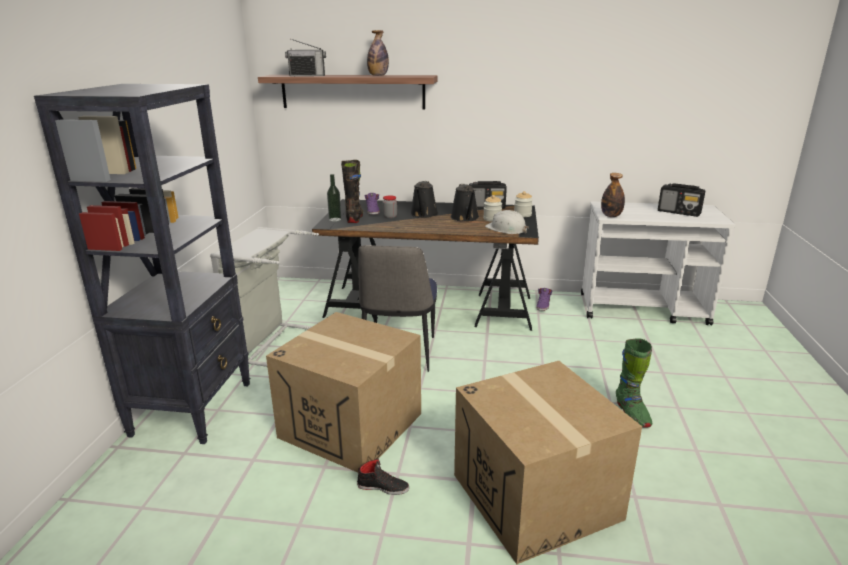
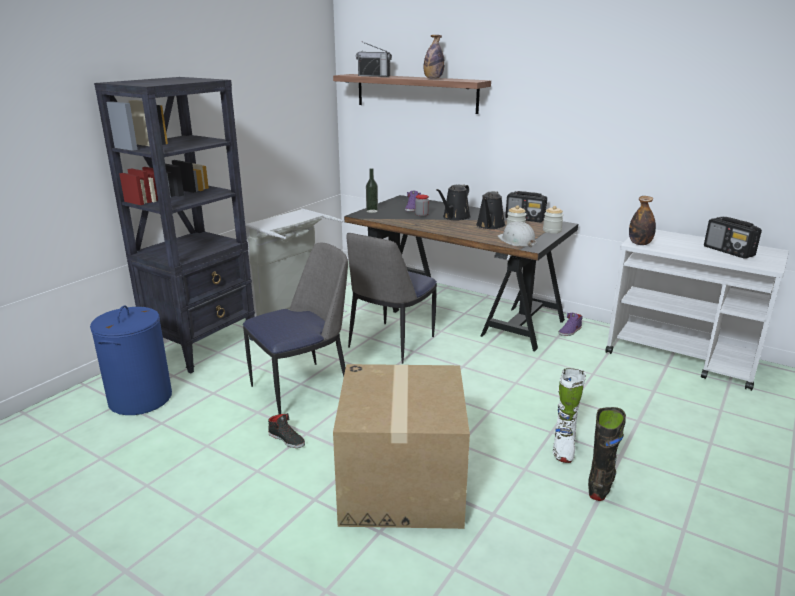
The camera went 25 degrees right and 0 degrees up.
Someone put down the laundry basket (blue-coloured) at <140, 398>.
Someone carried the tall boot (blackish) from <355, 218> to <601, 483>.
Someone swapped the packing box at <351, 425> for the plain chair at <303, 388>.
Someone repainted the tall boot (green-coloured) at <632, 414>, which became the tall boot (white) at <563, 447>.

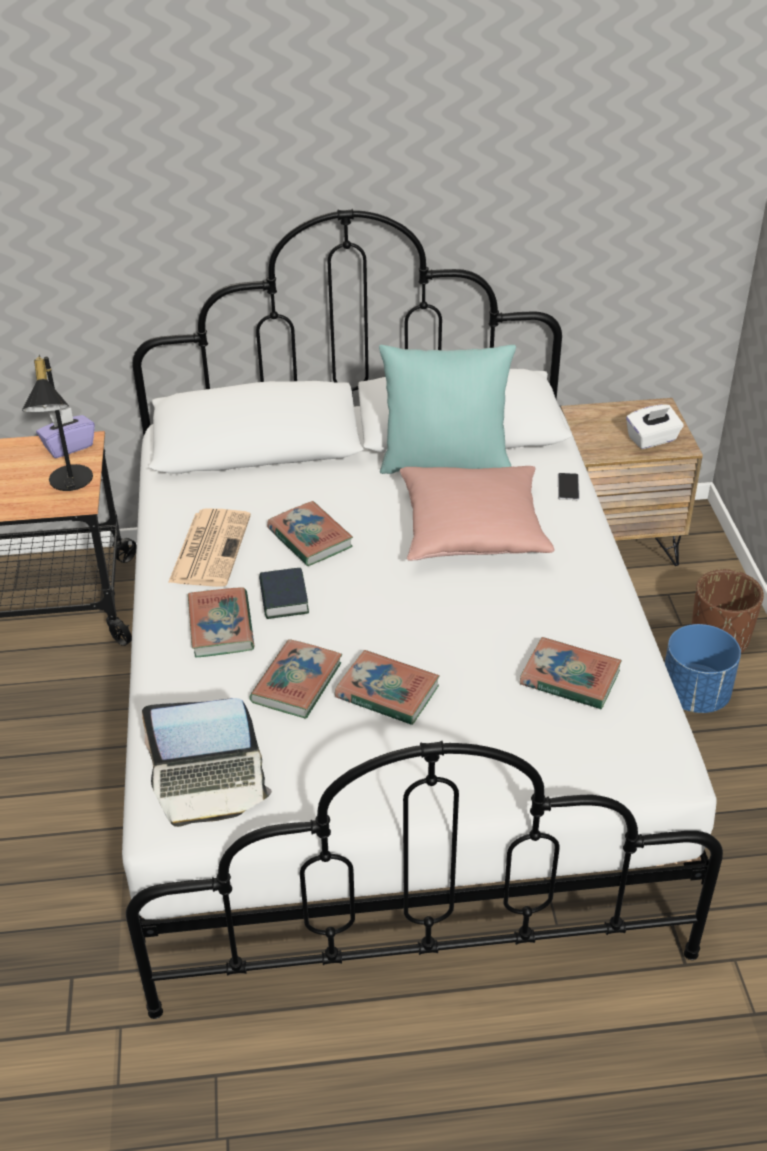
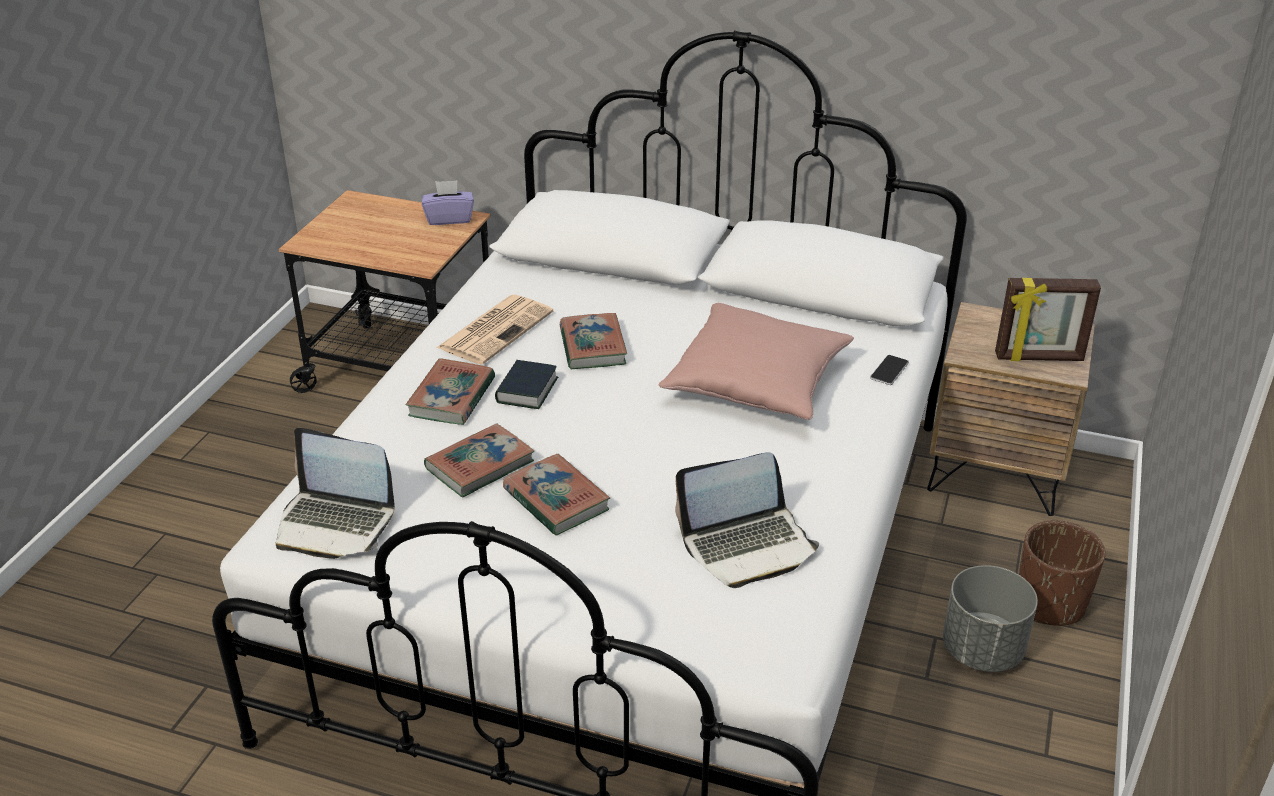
The camera went 25 degrees right and 5 degrees down.
Someone took away the tabletop lamp (blackish) at <68, 483>.
Someone took away the throw pillow (turquoise-coloured) at <445, 463>.
Someone swapped the bound book at <570, 678> for the notebook computer at <748, 545>.
Someone swapped the tissue box (white) at <652, 439> for the photo frame at <1039, 358>.
Someone repainted the planter (blue-coloured) at <695, 695>, which became the planter (grey) at <983, 650>.

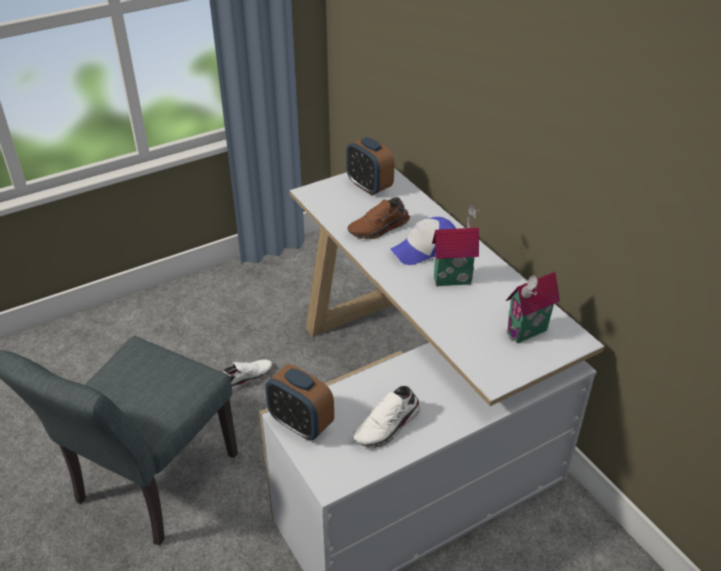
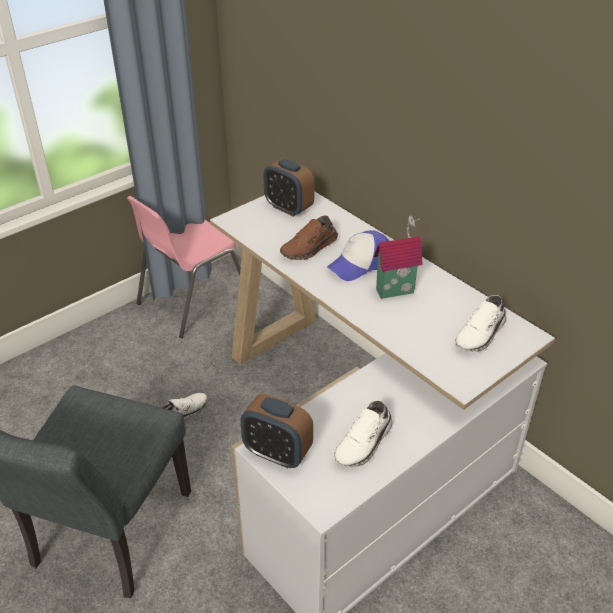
The camera went 10 degrees left and 0 degrees up.
Someone put down the plain chair (pink-coloured) at <192, 301>.
Someone swapped the toy house at <528, 333> for the item of footwear (white) at <481, 334>.

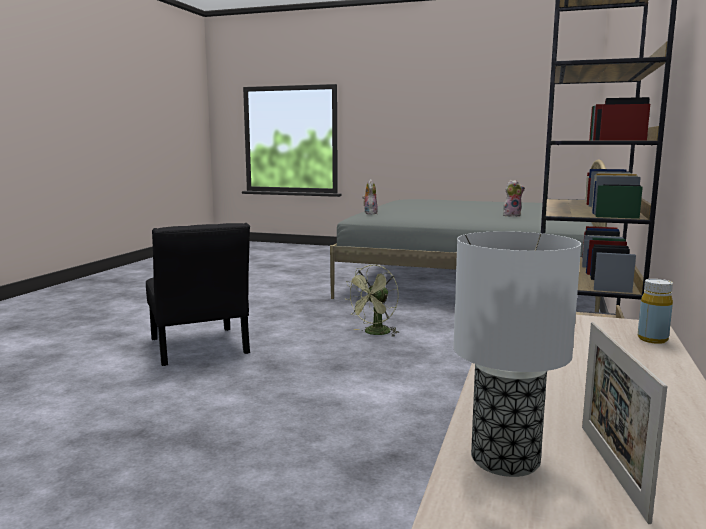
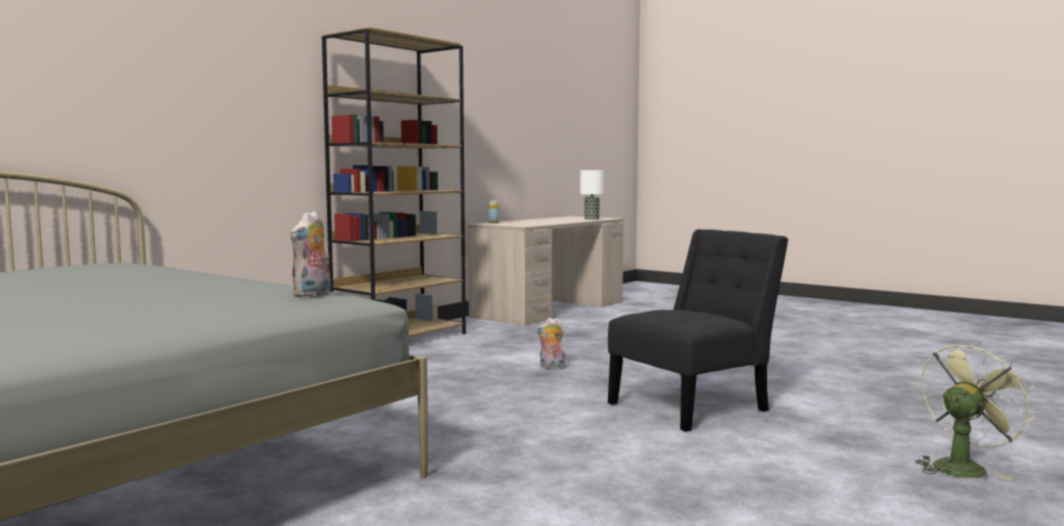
The camera went 160 degrees left and 5 degrees down.
Someone took away the photo frame at <611, 469>.
Someone carried the cooling fan (green-coloured) from <375, 333> to <963, 467>.
Someone carried the cuddly toy from <512, 215> to <551, 368>.
Someone rotated the plain chair (blackish) at <199, 348> by 60 degrees clockwise.

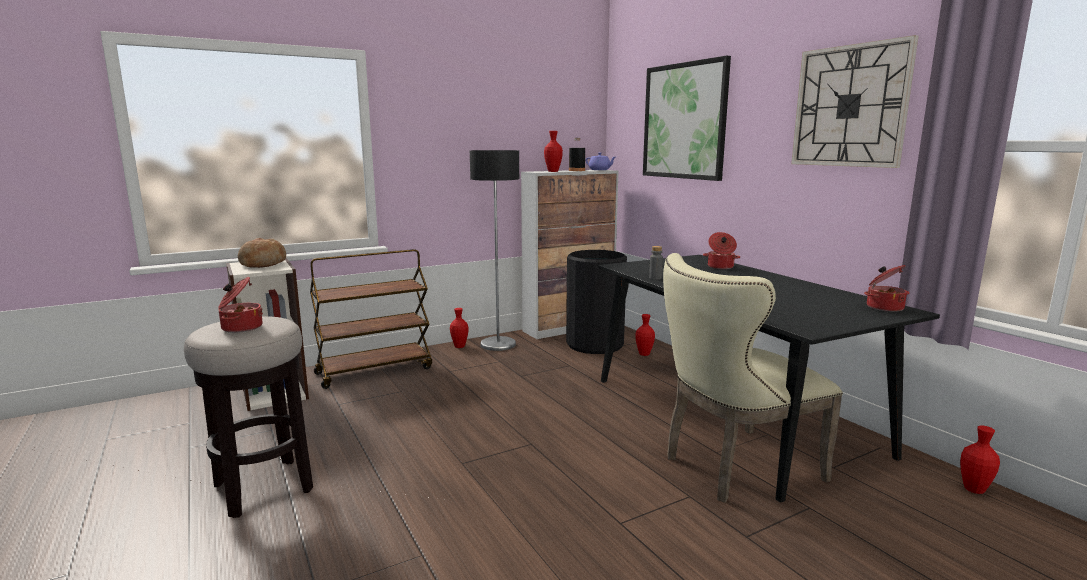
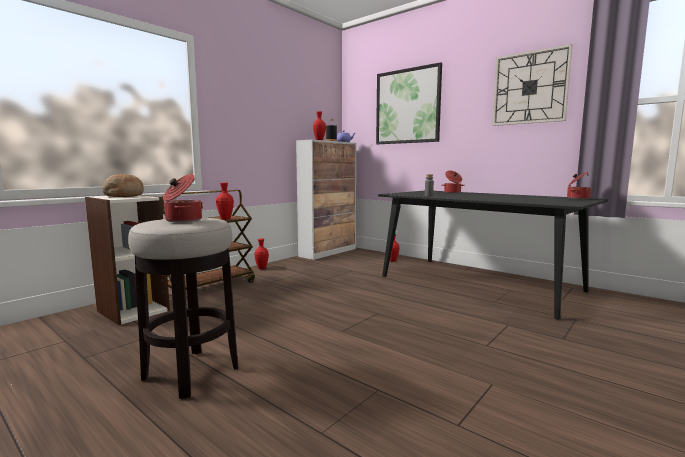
The camera went 20 degrees left and 5 degrees down.
Someone took away the standing lamp at <498, 344>.
Someone took away the rubbish bin (blackish) at <595, 344>.
Someone took away the plain chair (beige-coloured) at <733, 467>.
Someone carried the flower vase (red) from <974, 489> to <225, 219>.

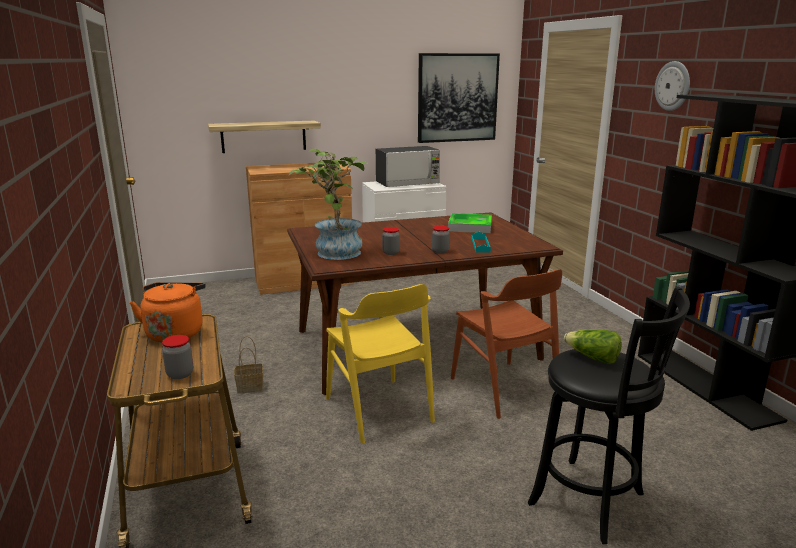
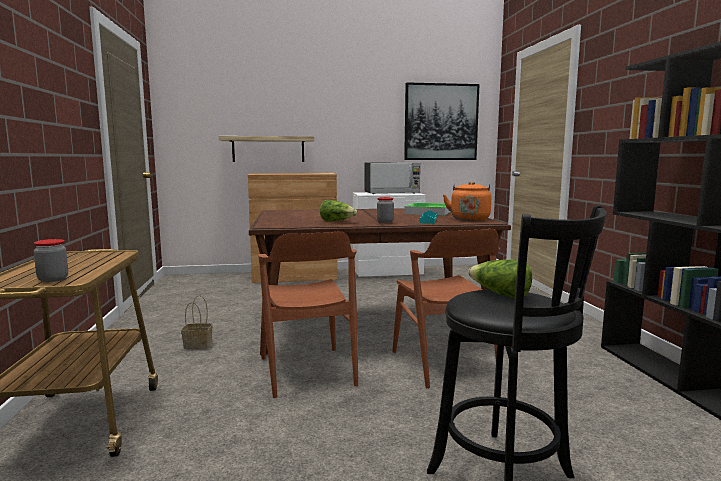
The camera went 10 degrees right and 10 degrees down.
Someone took away the houseplant at <334, 251>.
Someone took away the clock on the wall at <673, 86>.
Someone carried the tea kettle (orange) from <175, 332> to <469, 219>.
Someone swapped the storage jar at <391, 253> for the lettuce head at <337, 221>.
Someone repainted the plain chair (yellow) at <379, 410>, which became the plain chair (brown) at <307, 371>.

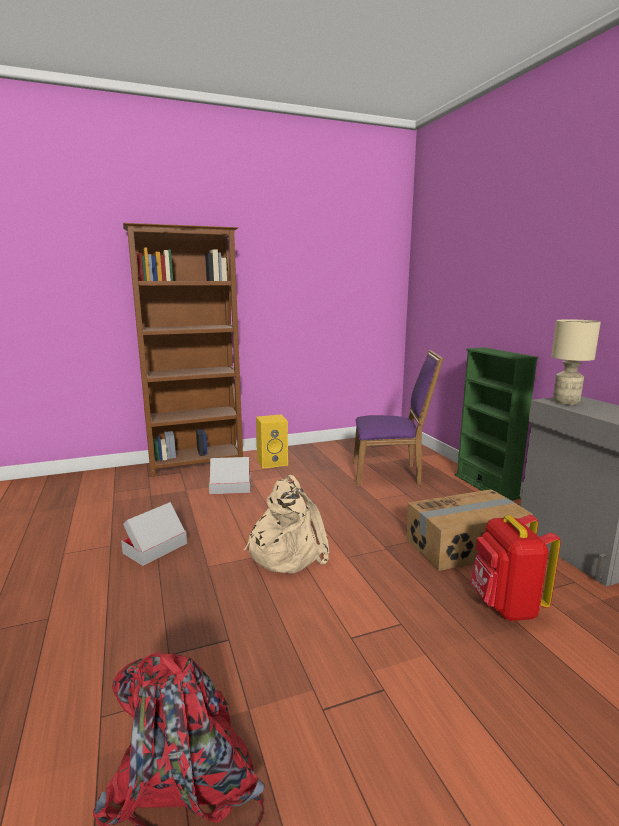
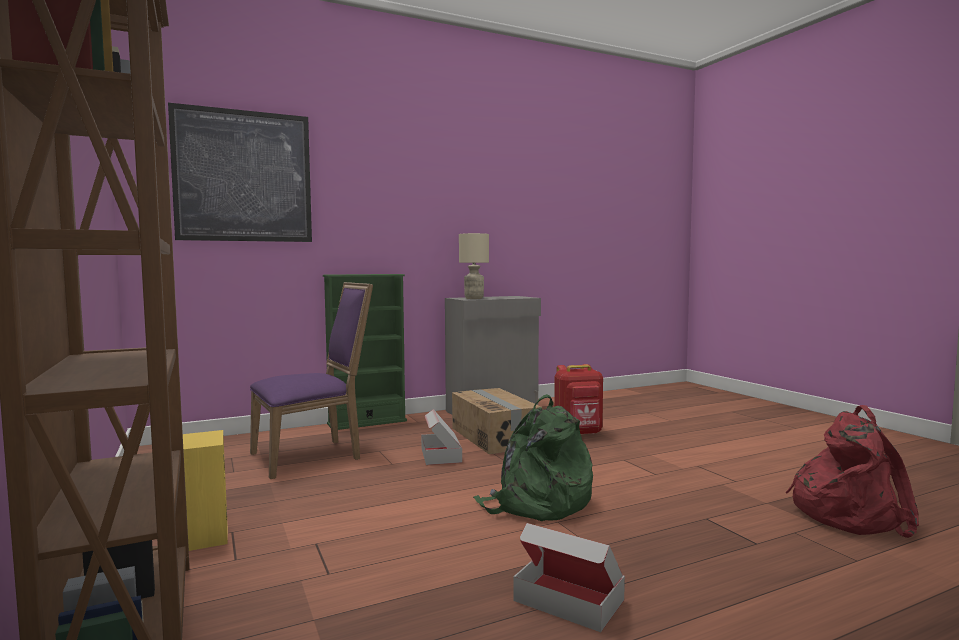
The camera went 95 degrees left and 10 degrees down.
Someone put up the wall art at <243, 176>.
Someone carried the packing box from <230, 488> to <441, 455>.
Someone repainted the rucksack (beige-coloured) at <286, 552>, which became the rucksack (green-coloured) at <537, 503>.
Someone rotated the plain chair (purple) at <390, 474> by 60 degrees clockwise.

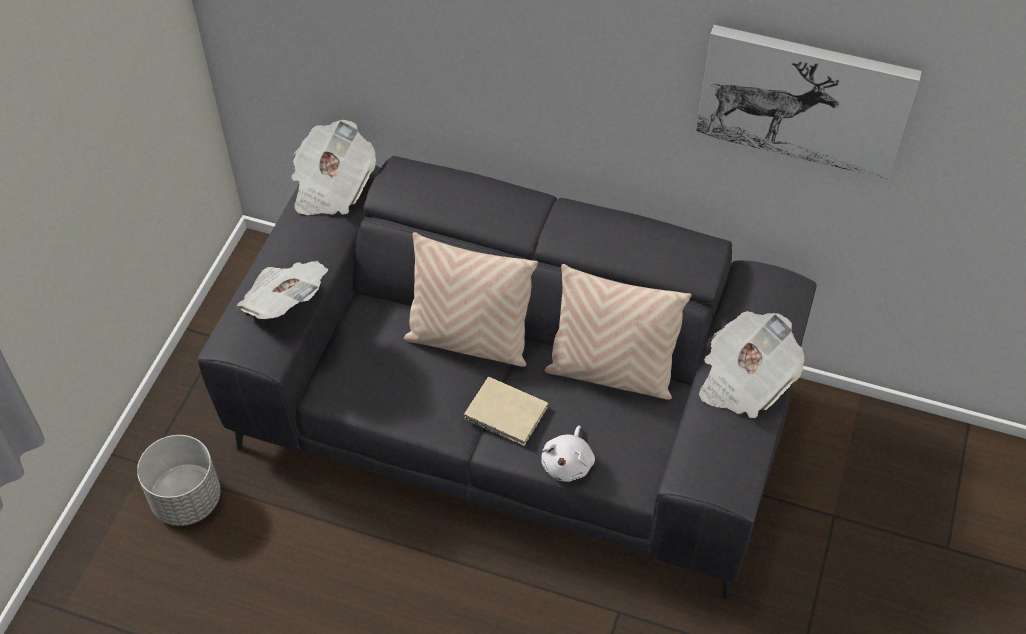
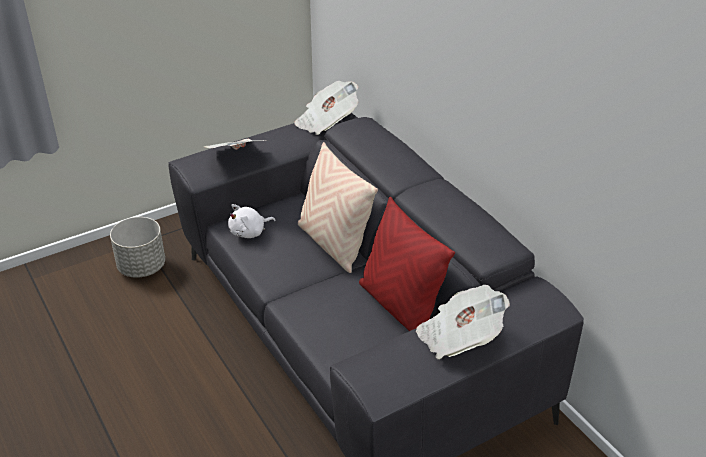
The camera went 40 degrees right and 15 degrees down.
Someone took away the bound book (beige-coloured) at <507, 414>.
Someone took away the wall art at <804, 99>.
Someone carried the cuddly toy (white) from <568, 463> to <249, 232>.
Someone repainted the throw pillow (beige-coloured) at <611, 373>, which became the throw pillow (red) at <399, 306>.

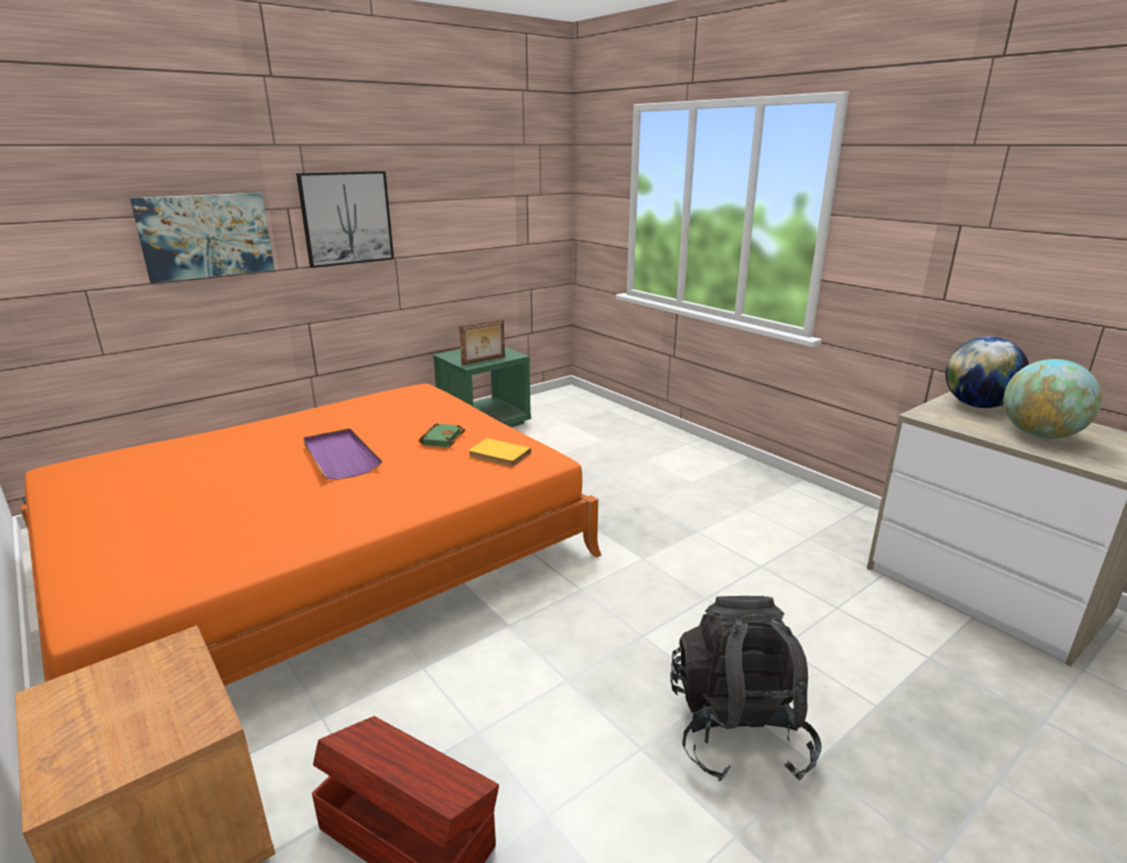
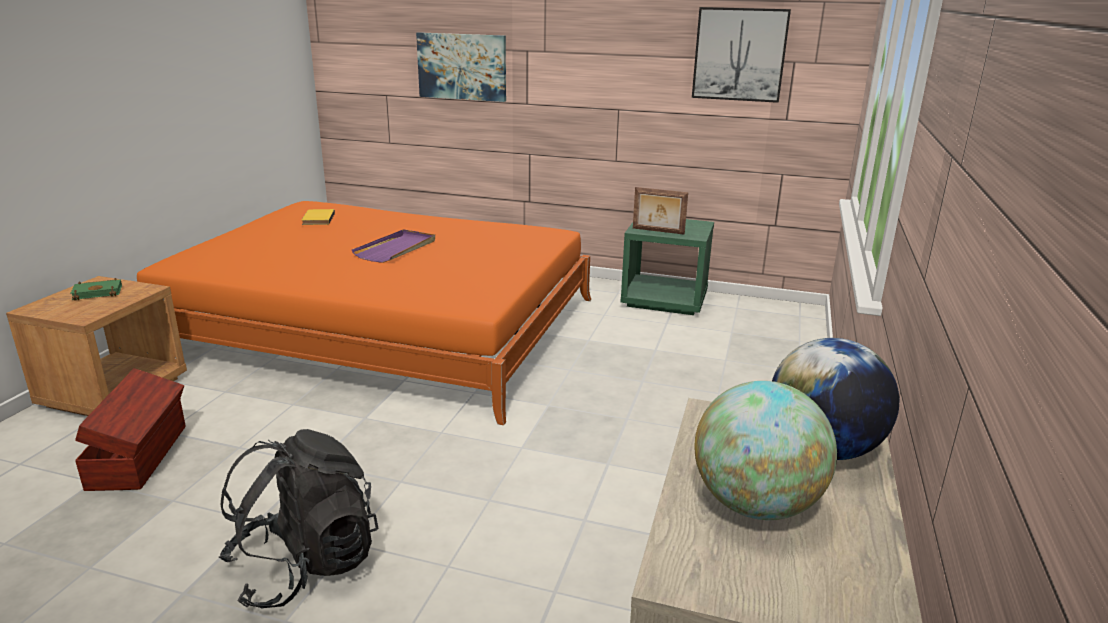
The camera went 55 degrees right and 0 degrees up.
Someone carried the wall art from <346, 218> to <739, 54>.
Someone carried the bound book (green-coloured) from <441, 438> to <99, 292>.
Someone carried the bound book (yellow) from <498, 455> to <317, 219>.

